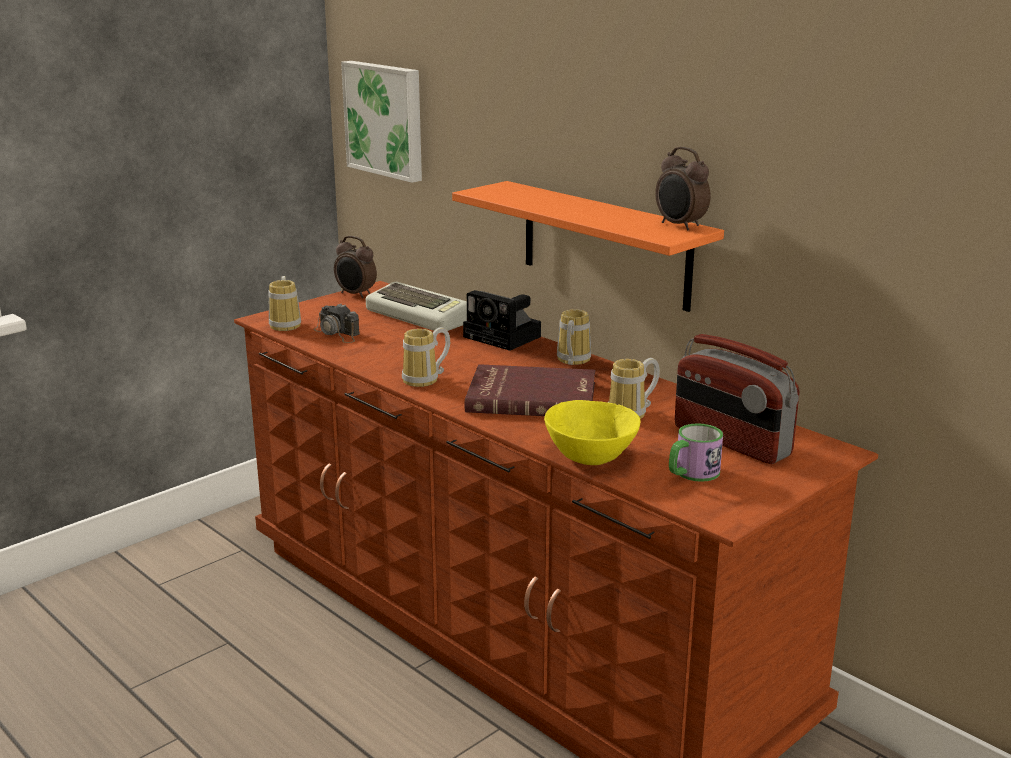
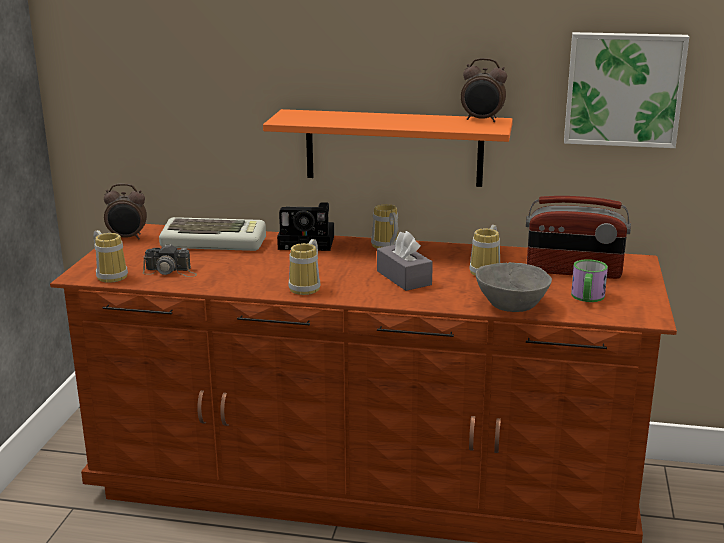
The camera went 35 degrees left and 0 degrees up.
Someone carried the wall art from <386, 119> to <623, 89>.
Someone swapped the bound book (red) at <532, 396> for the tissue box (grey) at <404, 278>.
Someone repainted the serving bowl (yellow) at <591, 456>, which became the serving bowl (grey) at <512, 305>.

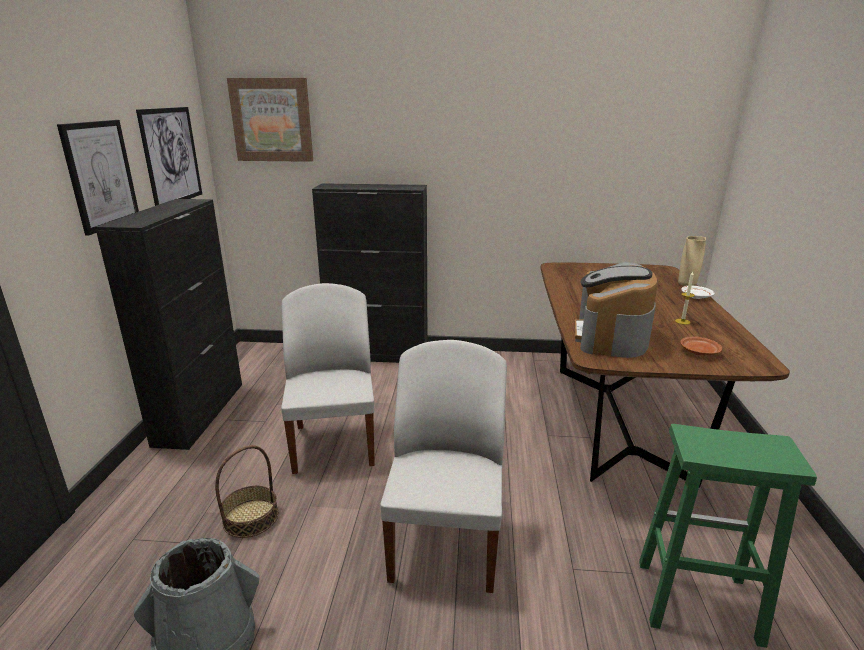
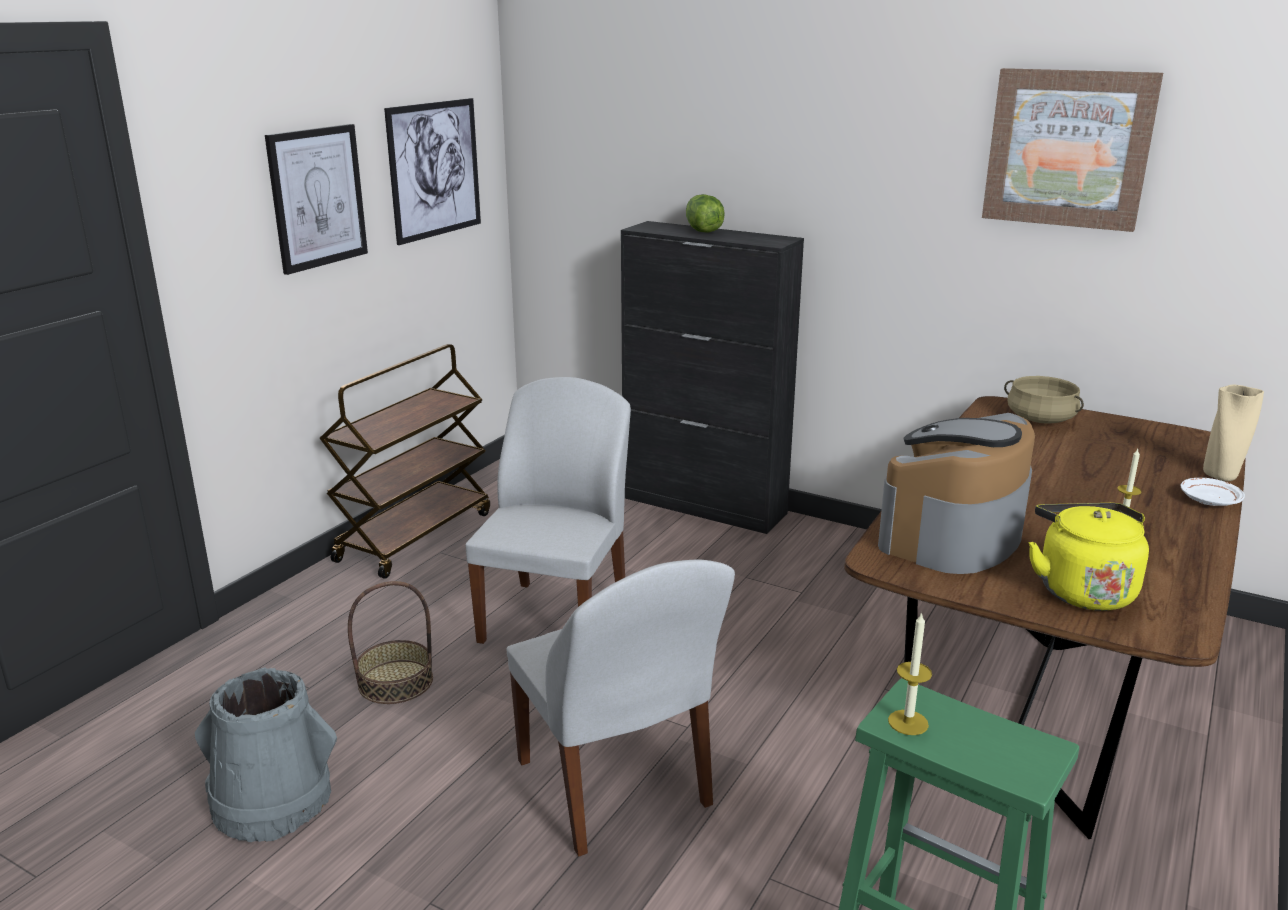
The camera went 25 degrees right and 0 degrees up.
Someone put down the lettuce head at <702, 231>.
Someone put down the wax light at <908, 722>.
Someone put down the stockpot (beige-coloured) at <1040, 419>.
Someone carried the wall art from <272, 120> to <1068, 148>.
Someone swapped the cabinet (blackish) at <200, 412> for the trolley (brown) at <414, 536>.
Someone swapped the flat dish (brown) at <699, 351> for the tea kettle (yellow) at <1082, 589>.
Someone rotated the plain chair (white) at <446, 543> by 120 degrees clockwise.

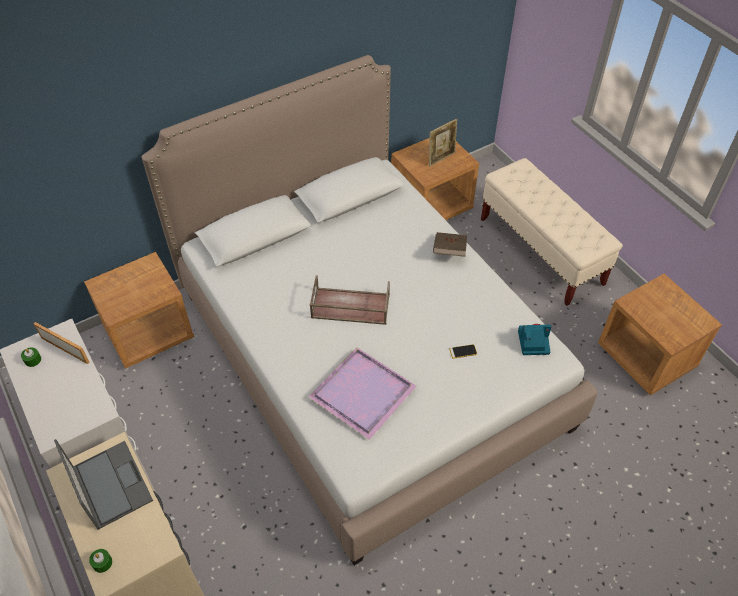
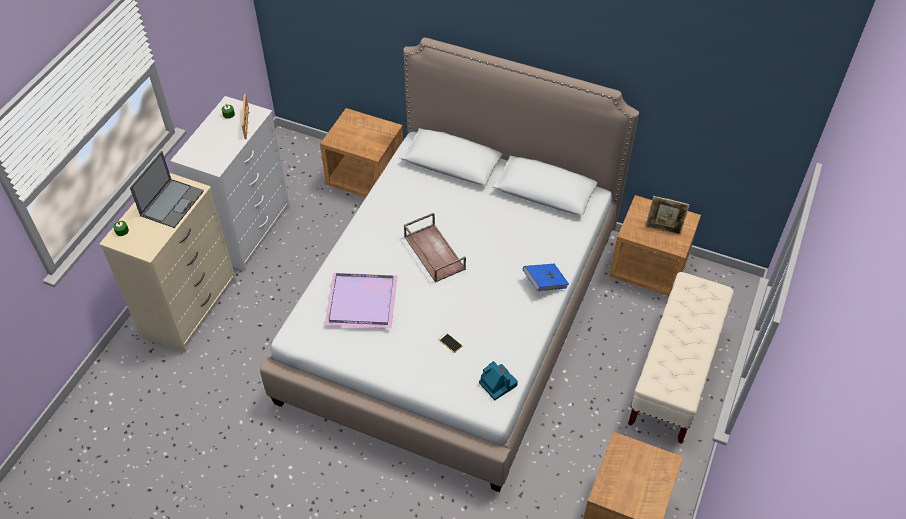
The camera went 55 degrees right and 0 degrees up.
Someone repainted the bound book (brown) at <449, 251>, which became the bound book (blue-coloured) at <544, 283>.

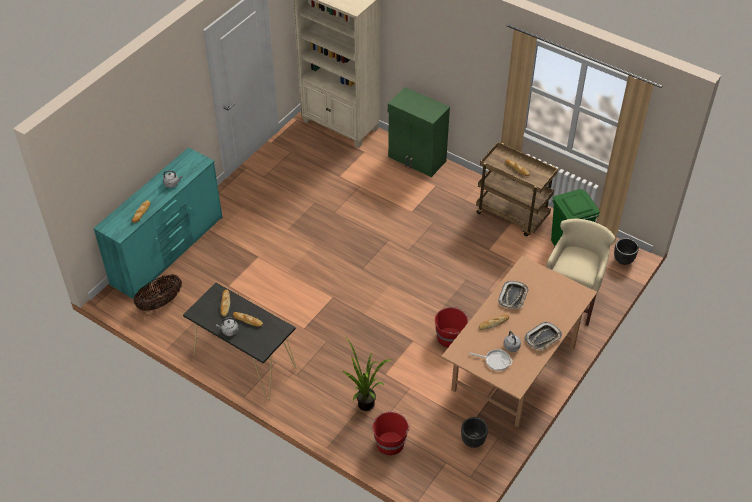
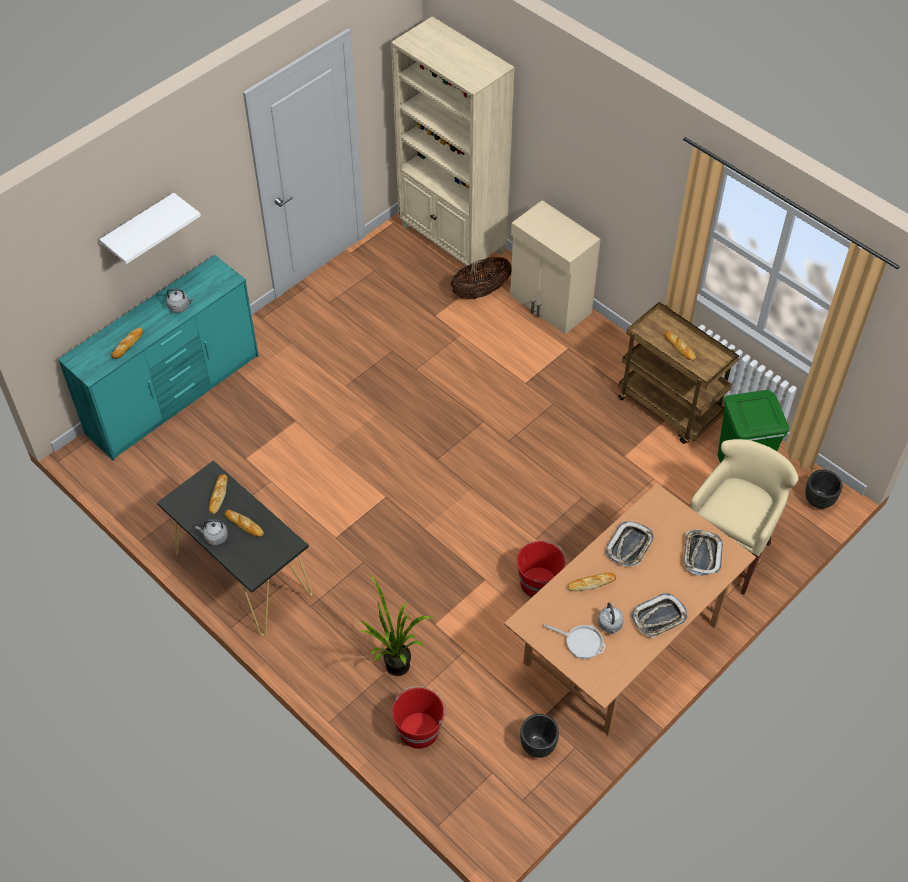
The camera went 10 degrees right and 5 degrees up.
Someone put up the bracket shelf (white) at <140, 227>.
Someone put down the tray at <701, 554>.
Someone carried the storage basket from <160, 302> to <481, 291>.
Someone repainted the cabinet (green-coloured) at <417, 159>, which became the cabinet (beige-coloured) at <550, 305>.

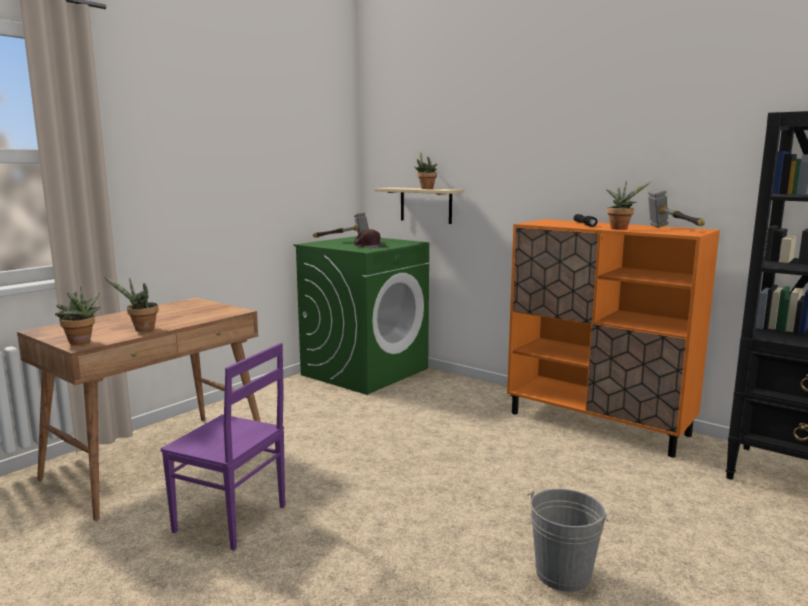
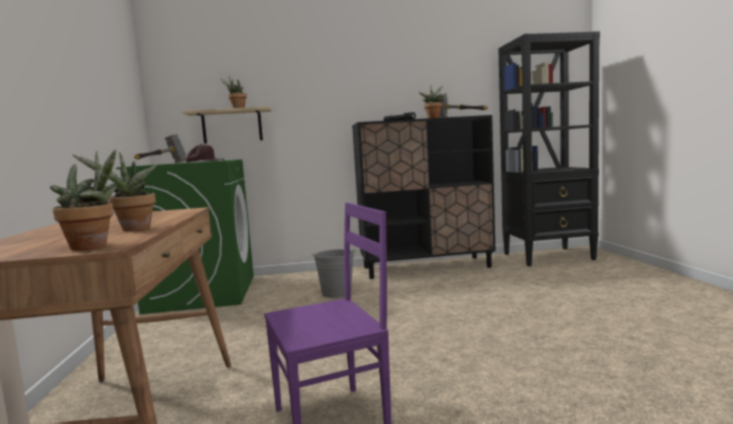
The camera went 45 degrees left and 5 degrees down.
Someone carried the water bucket (grey) from <563, 574> to <336, 293>.
Someone repainted the cabinet (orange) at <598, 424>, which became the cabinet (blackish) at <426, 267>.

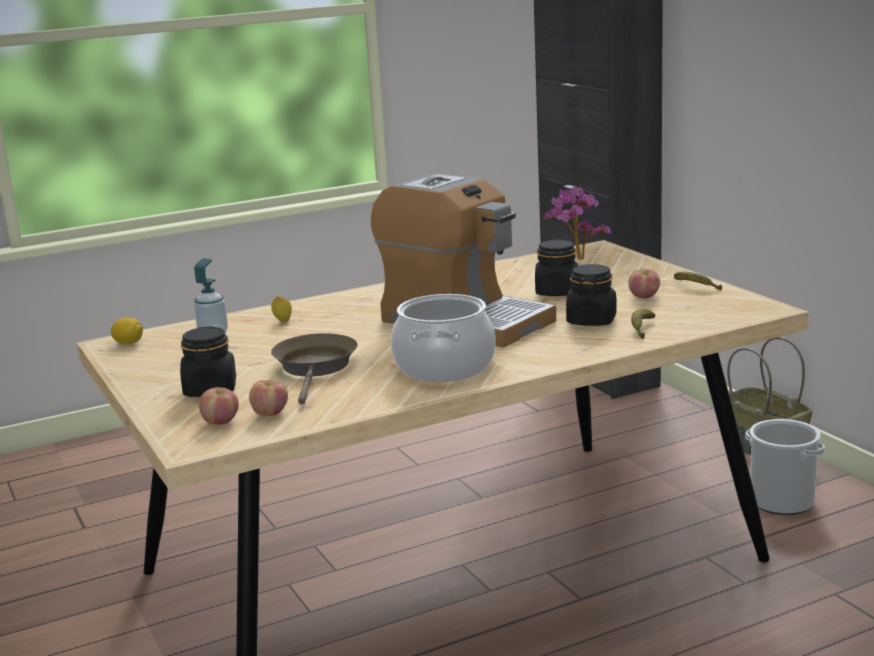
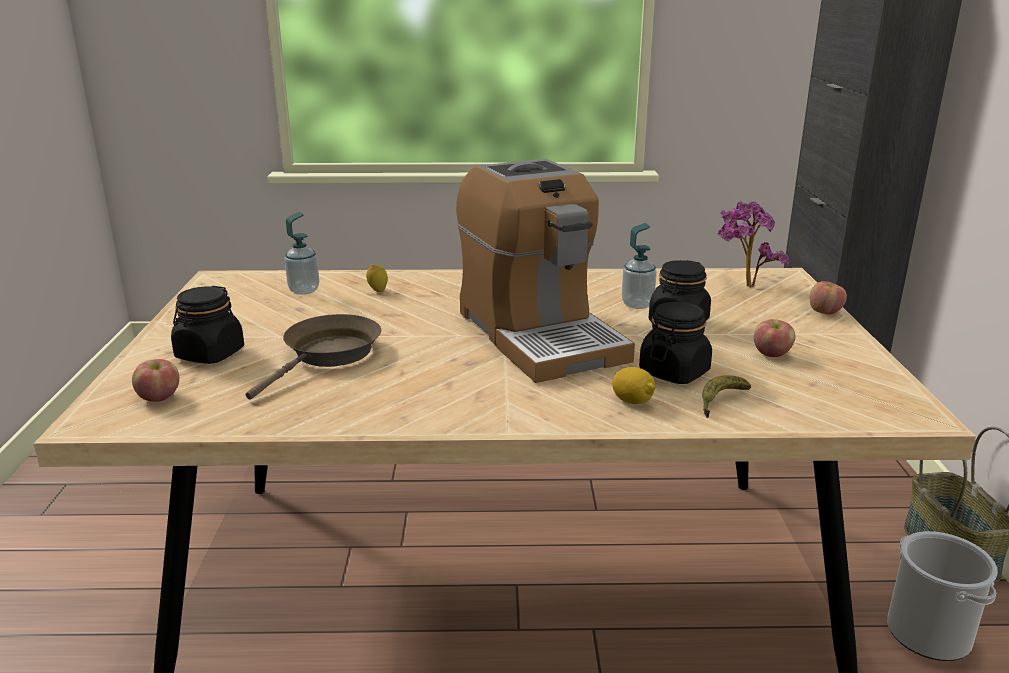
The camera went 25 degrees right and 5 degrees up.
Someone took away the stockpot at <445, 367>.
Someone took away the whole banana at <695, 287>.
Someone put down the soap bottle at <637, 304>.
Someone carried the whole lemon from <129, 343> to <632, 401>.
Someone carried the apple fruit from <270, 413> to <824, 312>.

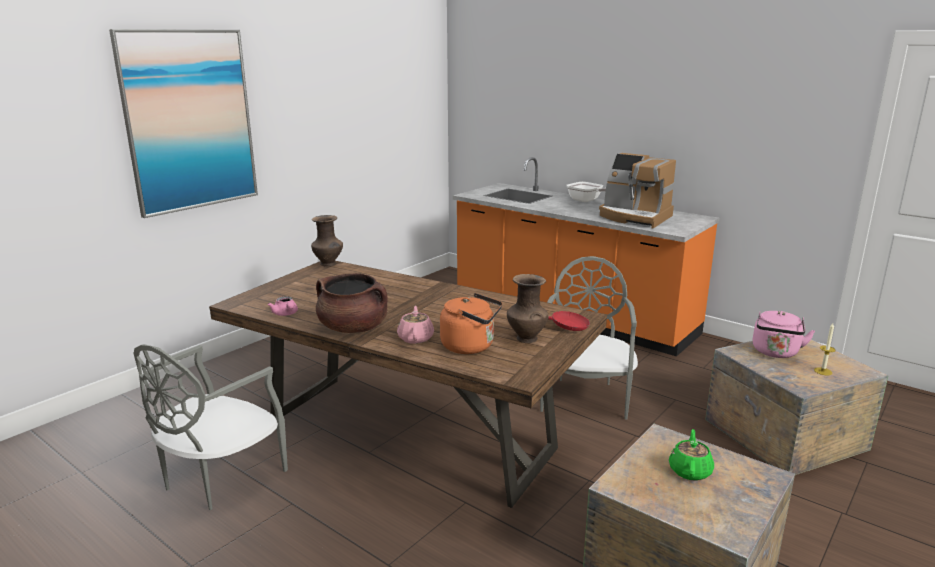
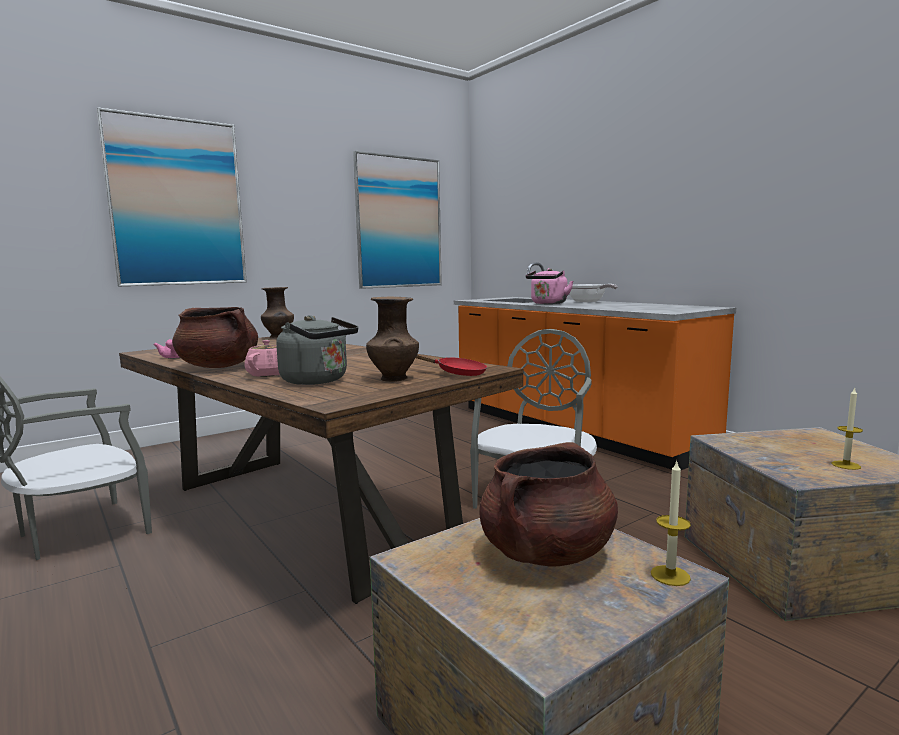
The camera went 15 degrees right and 10 degrees down.
Someone took away the coffee machine at <634, 217>.
Someone put up the wall art at <399, 222>.
Someone put down the wax light at <670, 575>.
Someone carried the tea kettle (pink-coloured) from <775, 353> to <548, 303>.
Someone swapped the tea pot (green-coloured) at <690, 470> for the stockpot (brown) at <546, 553>.
Someone repainted the tea kettle (orange) at <471, 346>, which became the tea kettle (grey) at <318, 381>.

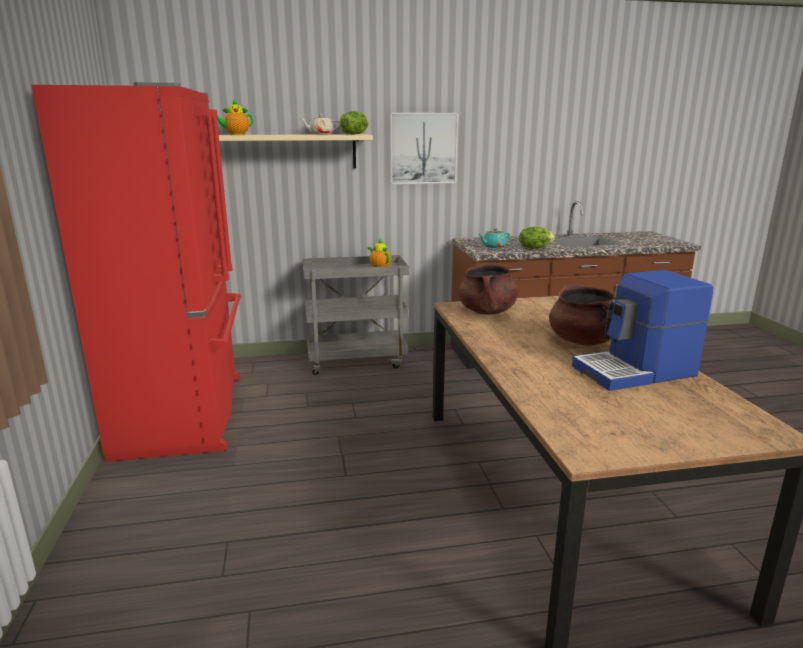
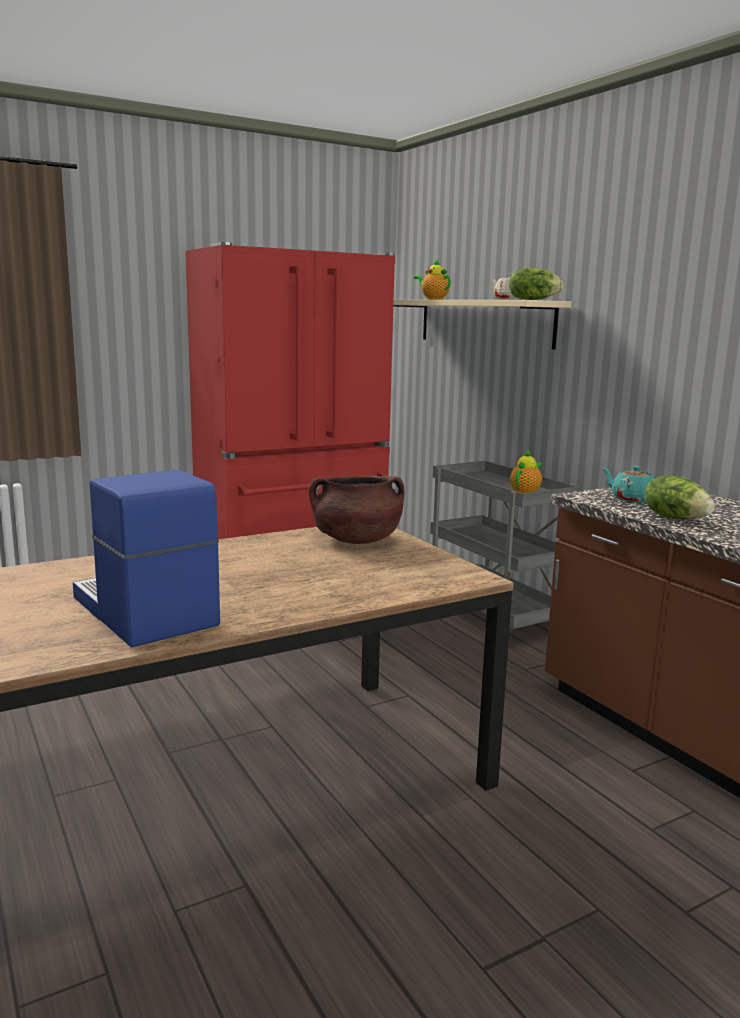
The camera went 70 degrees right and 5 degrees down.
Someone took away the wall art at <423, 148>.
Someone took away the stockpot (brown) at <582, 341>.

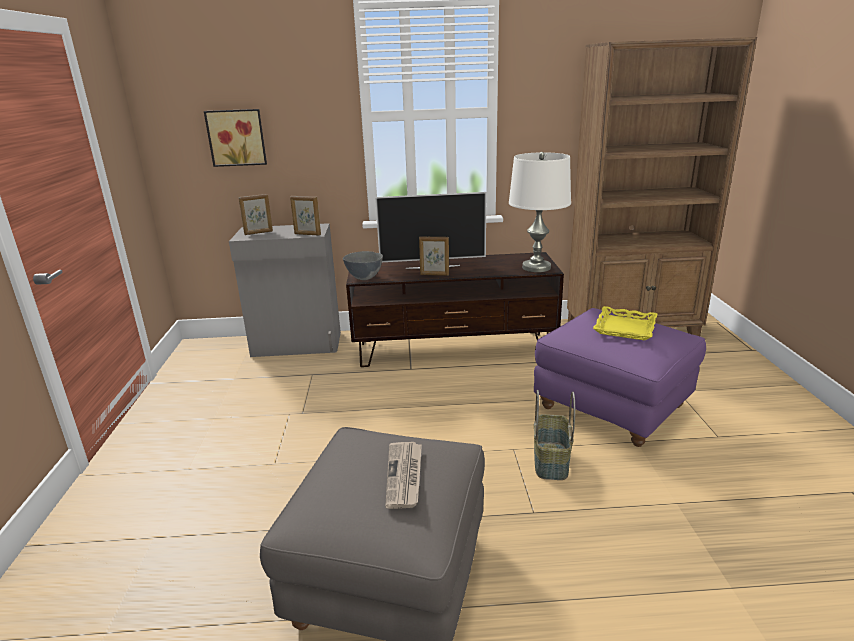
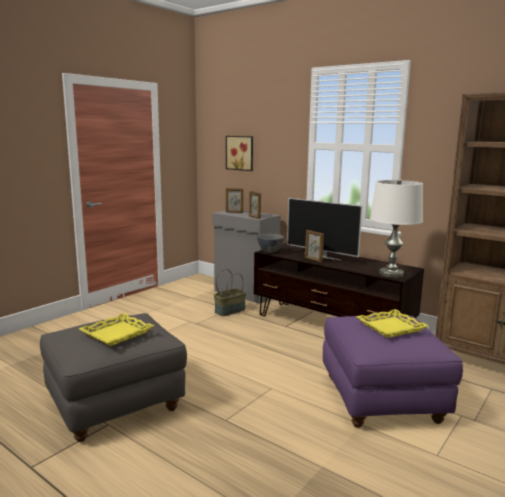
The camera went 40 degrees right and 10 degrees down.
Someone carried the storage basket from <550, 460> to <230, 310>.
Someone swapped the newspaper at <405, 476> for the tray (yellow) at <117, 334>.

